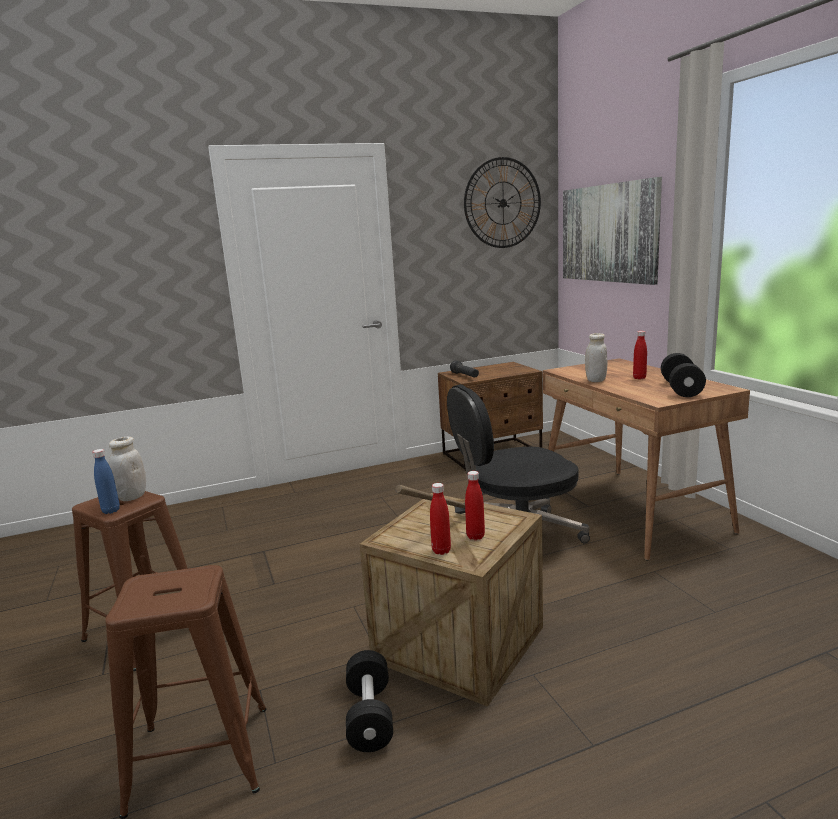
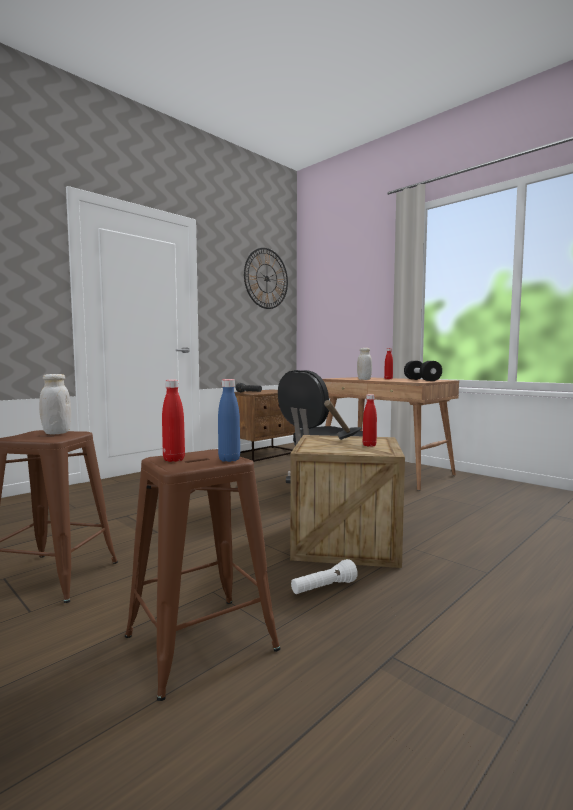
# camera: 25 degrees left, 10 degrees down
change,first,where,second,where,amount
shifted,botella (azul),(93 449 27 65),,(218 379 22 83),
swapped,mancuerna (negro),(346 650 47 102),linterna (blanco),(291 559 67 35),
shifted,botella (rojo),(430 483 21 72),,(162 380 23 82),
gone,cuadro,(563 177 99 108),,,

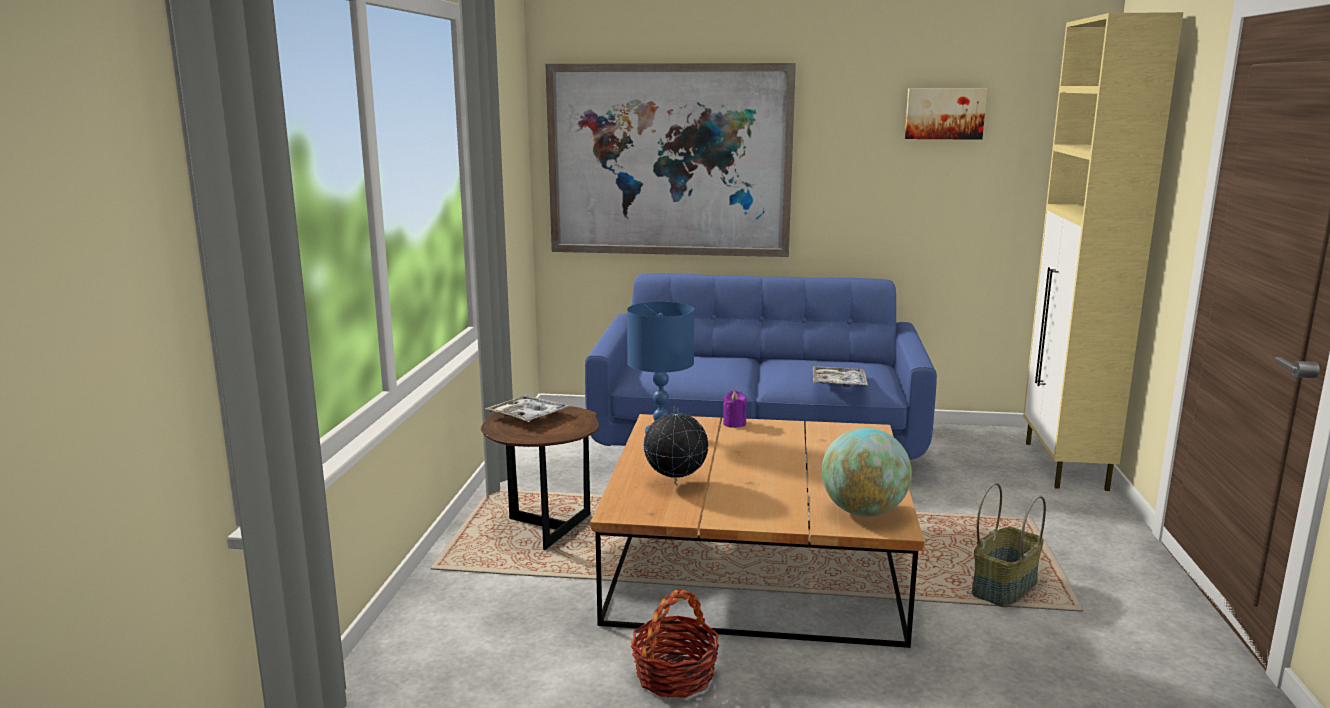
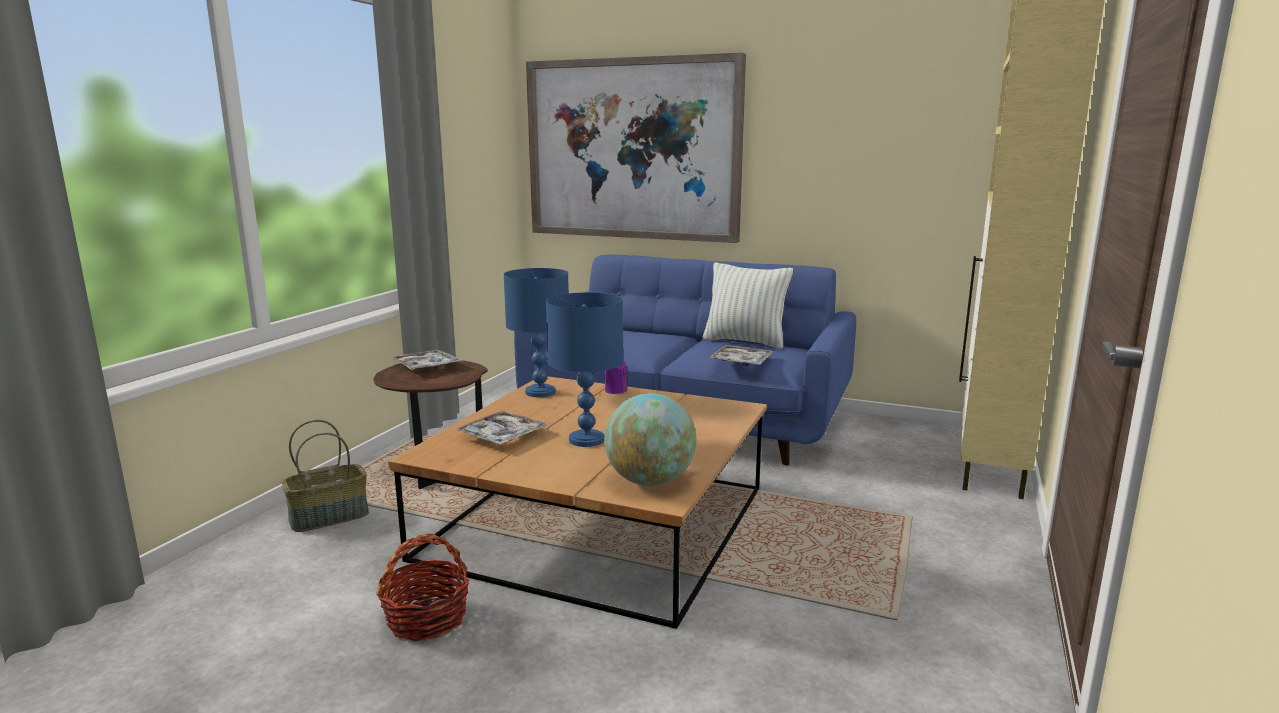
# camera: 15 degrees right, 0 degrees up
change,first,where,second,where,amount
swapped,globo terráqueo,(644 406 64 79),bandeja,(455 411 92 34),
gone,cuadro,(905 88 82 52),,,
shifted,cesta,(972 483 74 124),,(282 420 87 112),
new,,,lámpara de mesa (azul),(546 293 77 154),
new,,,cojín,(703 263 90 86),

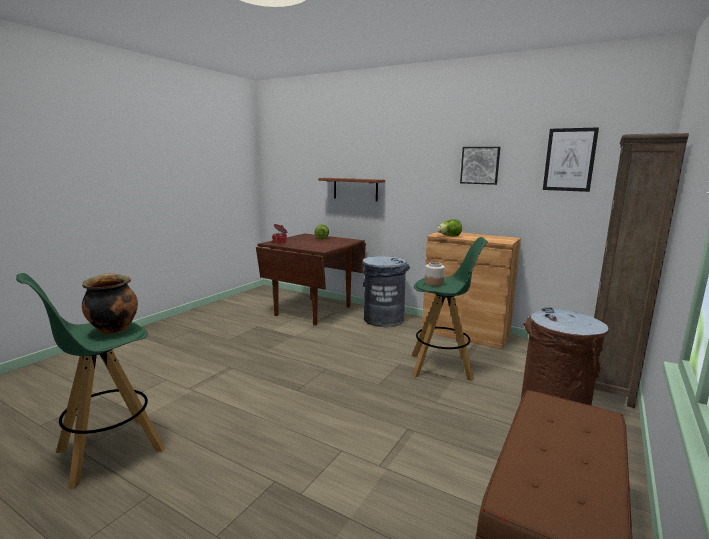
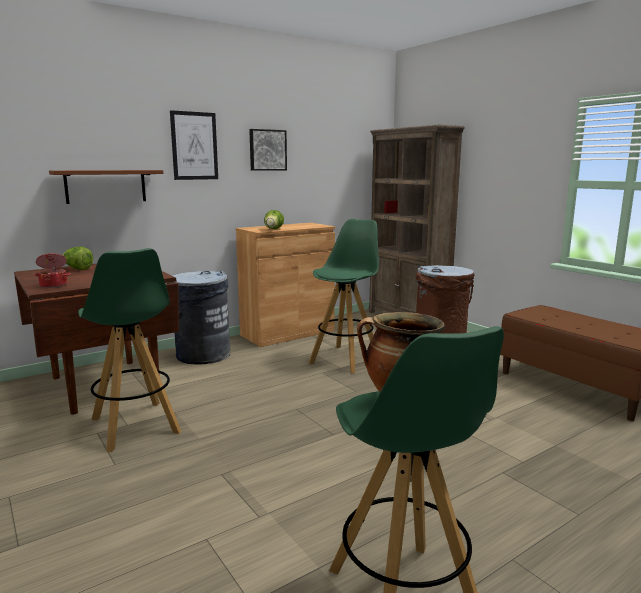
# camera: 65 degrees left, 0 degrees up
change,first,where,second,where,amount
gone,tarro,(424 262 21 24),,,
shifted,cuadro,(543 128 56 64),,(170 110 48 70),
new,,,taburete (verde),(78 248 103 204),

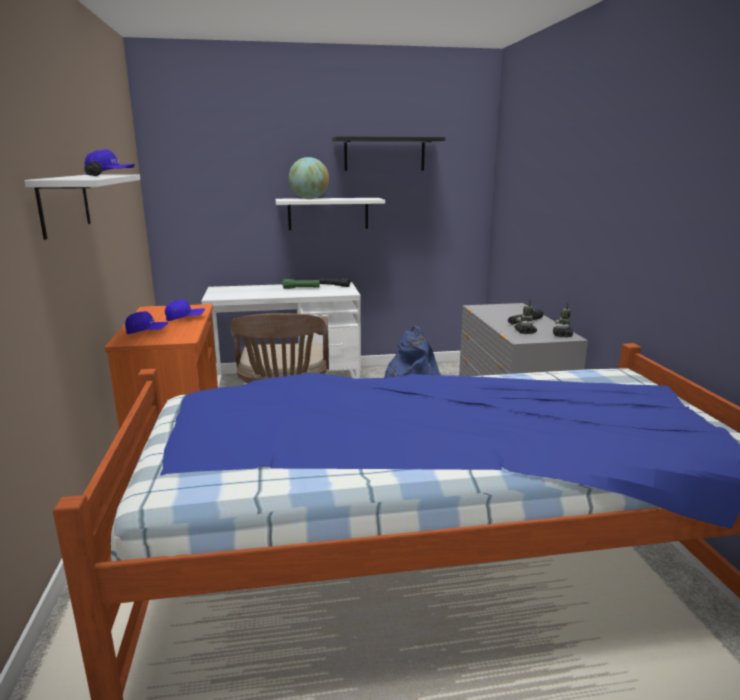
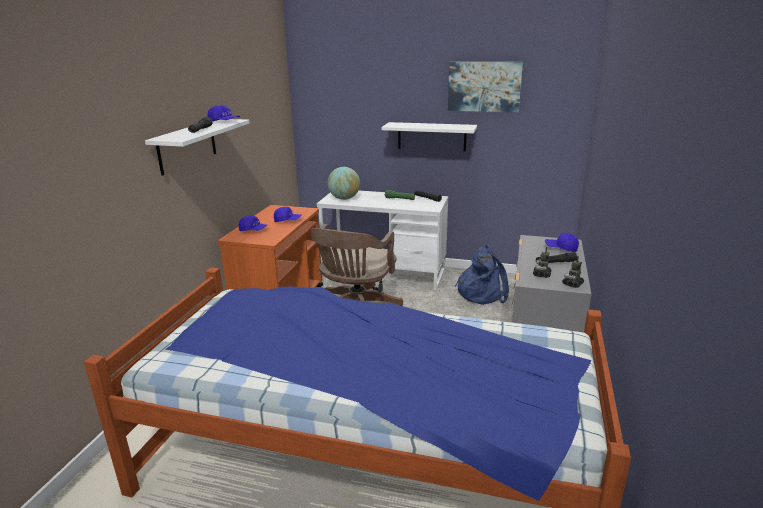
# camera: 25 degrees right, 5 degrees up
change,first,where,second,where,amount
shifted,globo terráqueo,(289 157 40 42),,(328 167 32 33),
swapped,estante (negro),(332 136 113 35),cuadro,(448 62 75 50),
new,,,gorra (azul),(545 233 34 19),

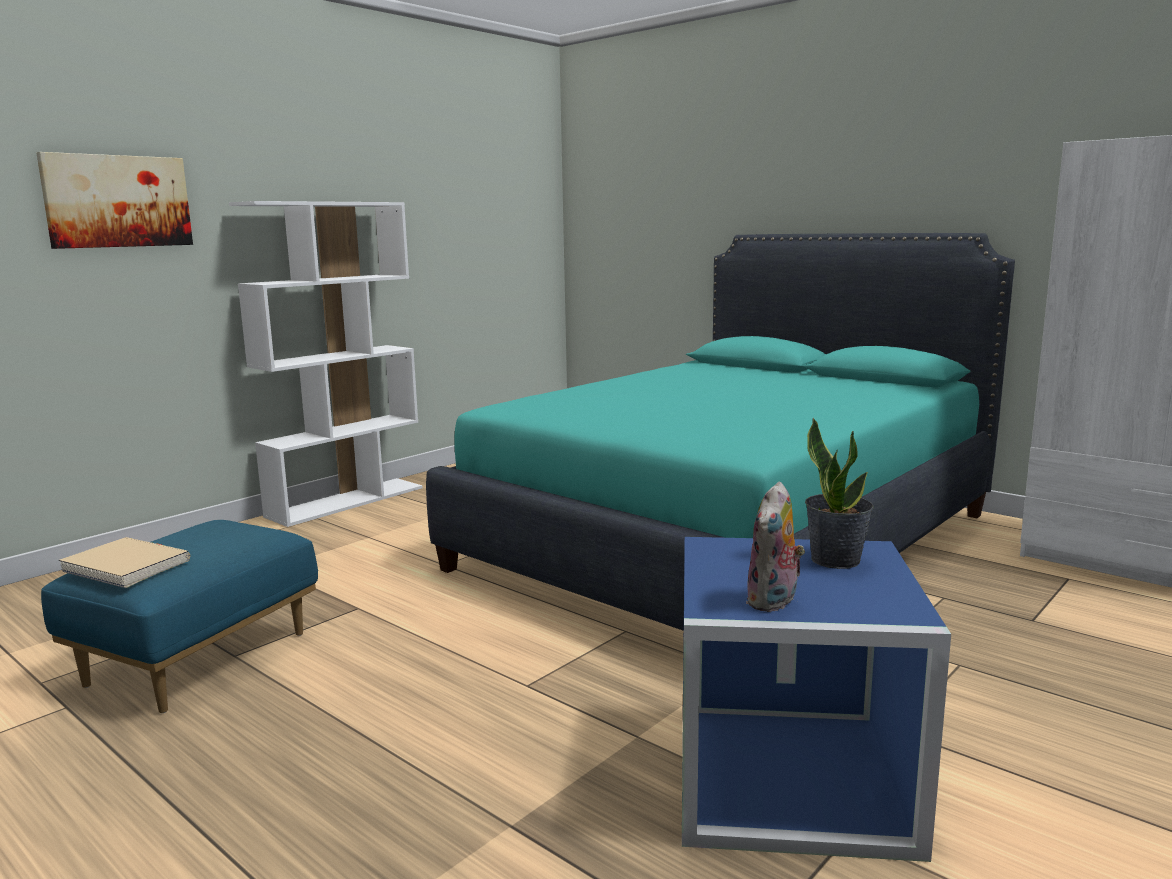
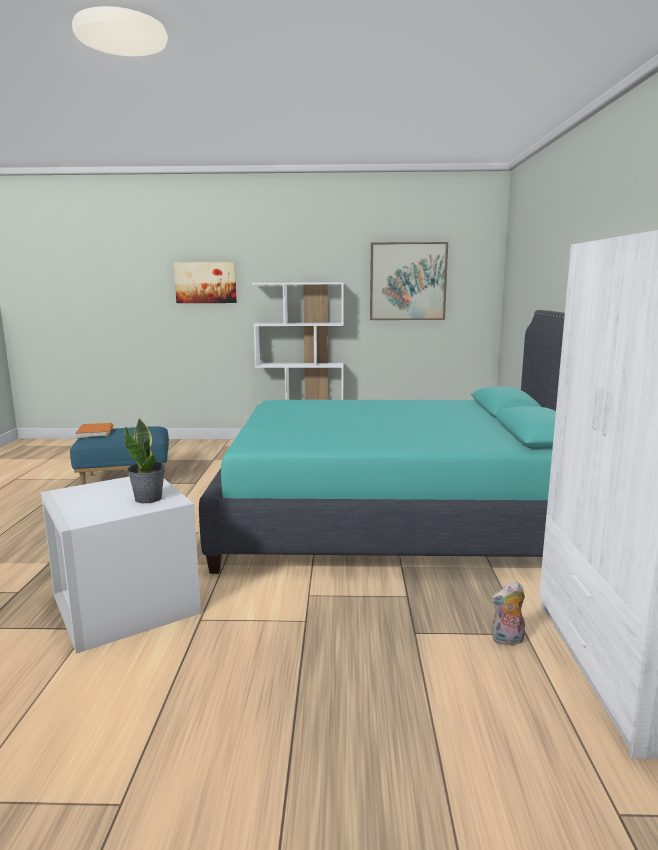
# camera: 50 degrees right, 0 degrees up
change,first,where,second,where,amount
repainted,libro (beis),(59 537 131 51),libro (naranja),(76 423 37 15),
repainted,caja de almacenaje (azul),(682 537 269 325),caja de almacenaje (blanco),(41 476 160 178),
shifted,peluche,(746 481 59 131),,(491 582 34 63),
new,,,cuadro,(370 242 78 78),

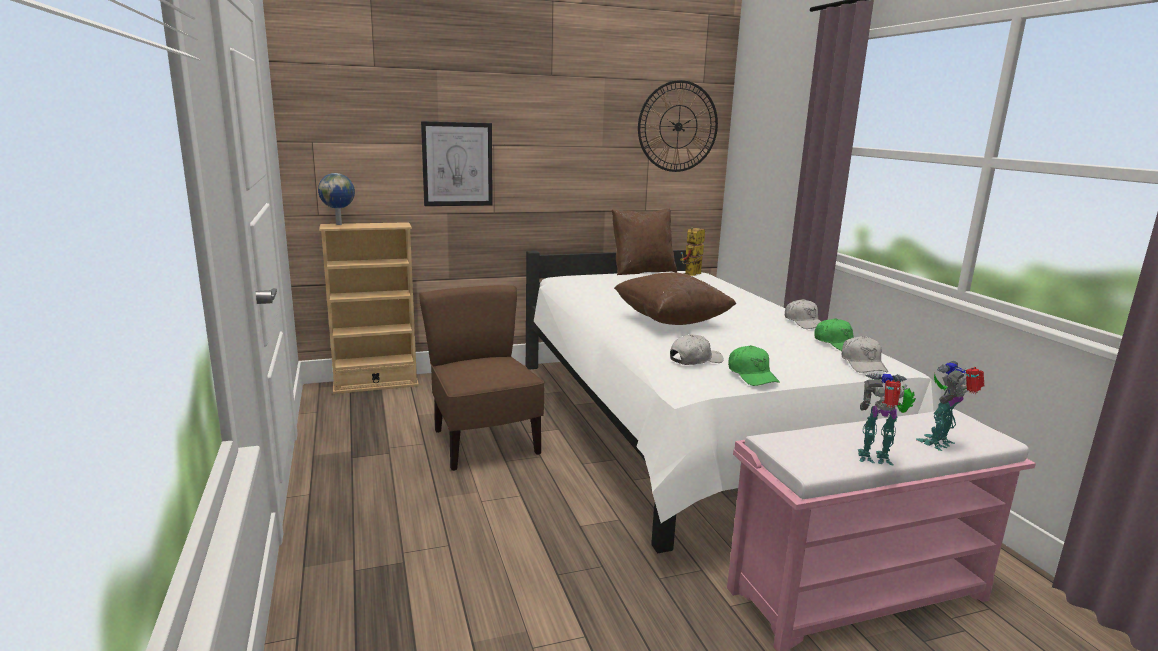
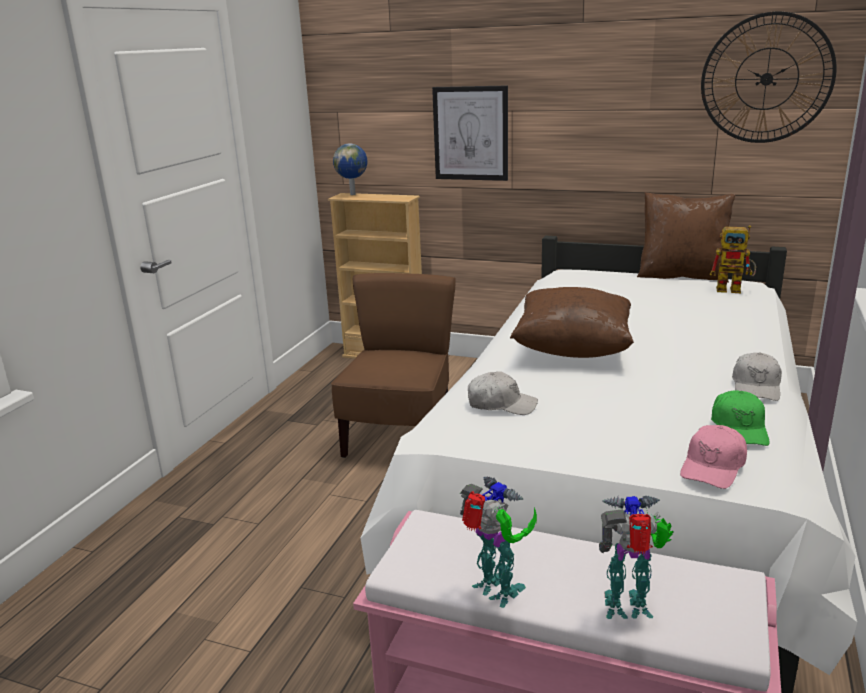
# camera: 40 degrees right, 5 degrees up
change,first,where,second,where,amount
rotated,robot de juguete,(680 227 25 49),,(710 225 46 68),150 degrees counterclockwise
gone,gorra (verde),(728 345 52 41),,,
repainted,gorra (blanco),(842 336 46 36),gorra (rosa),(680 425 67 64),

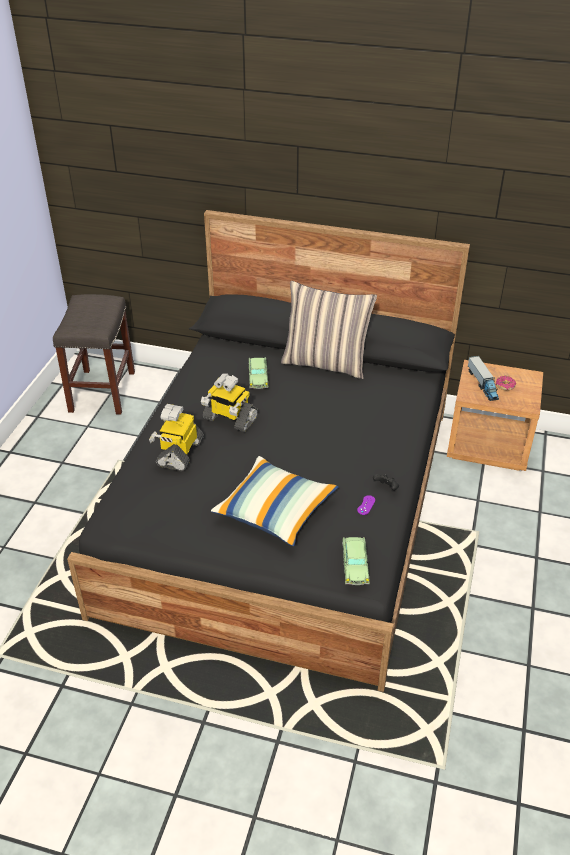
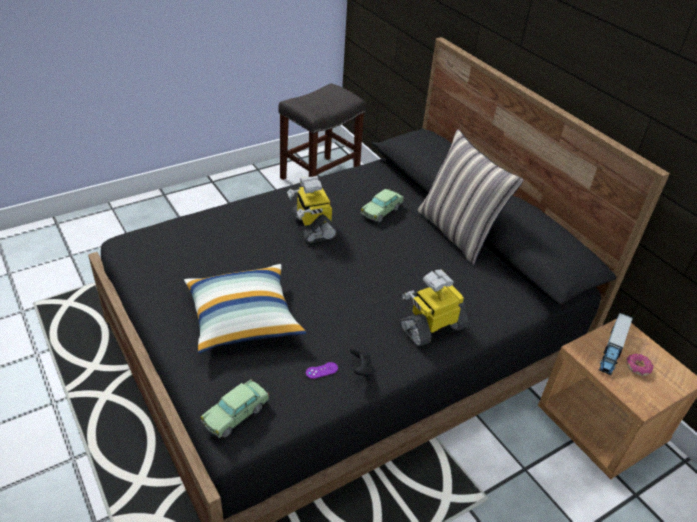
# camera: 40 degrees right, 0 degrees up
change,first,where,second,where,amount
shifted,robot de juguete,(149 404 55 67),,(400 269 68 78),

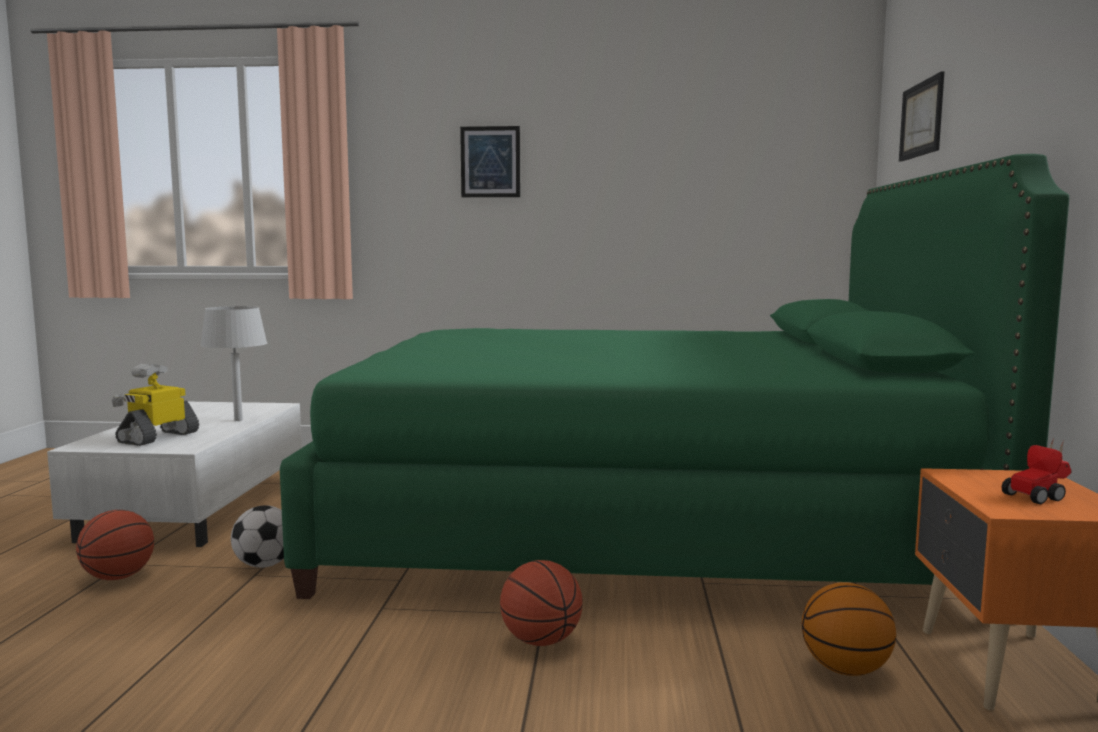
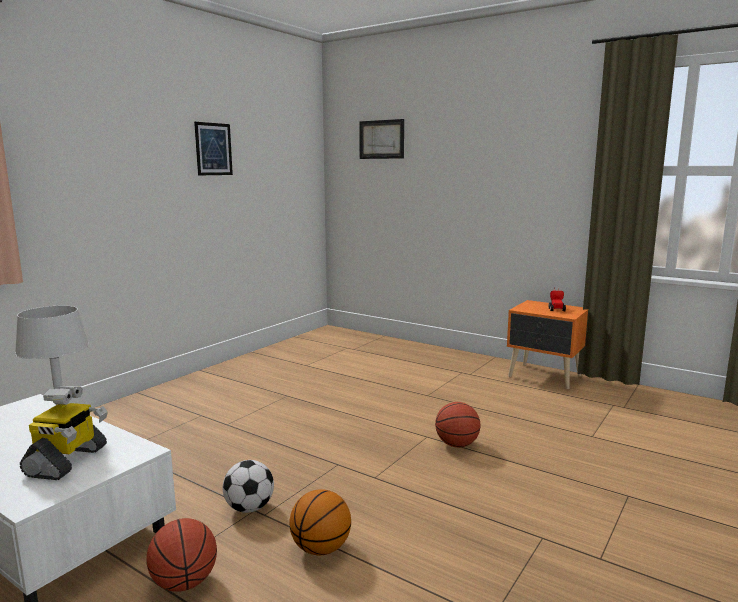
# camera: 60 degrees left, 5 degrees up
change,first,where,second,where,amount
rotated,robot de juguete,(112 363 87 83),,(20 386 88 94),135 degrees counterclockwise
gone,cama (verde),(280 154 789 445),,,
shifted,cuadro,(460 126 60 71),,(194 122 39 53),
shifted,balón de baloncesto,(802 582 94 94),,(289 489 62 66),

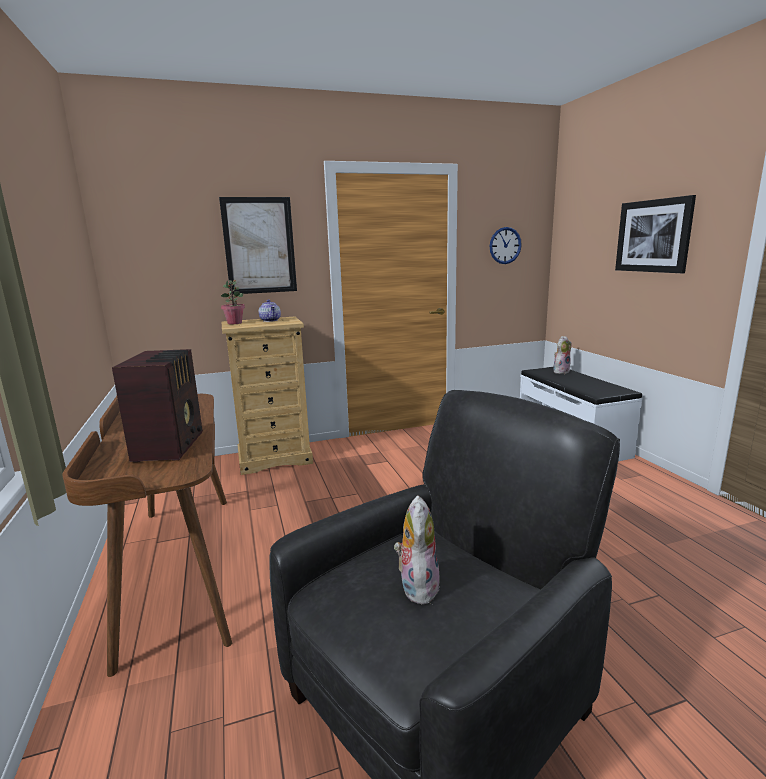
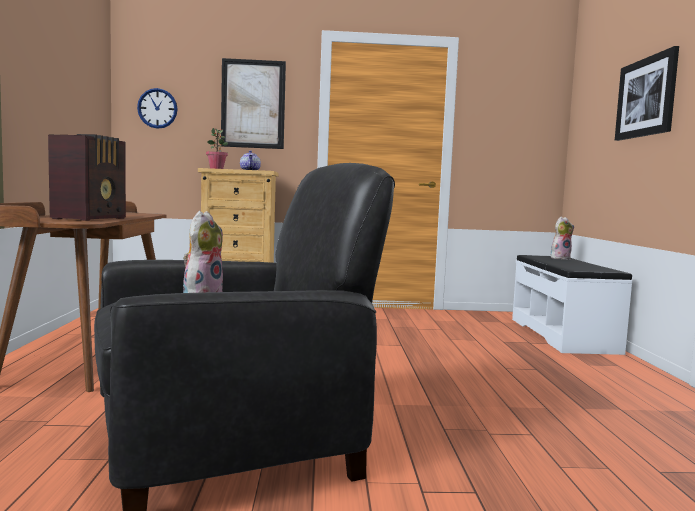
# camera: 15 degrees right, 10 degrees down
change,first,where,second,where,amount
shifted,reloj de pared,(490 227 32 37),,(137 88 41 41),

